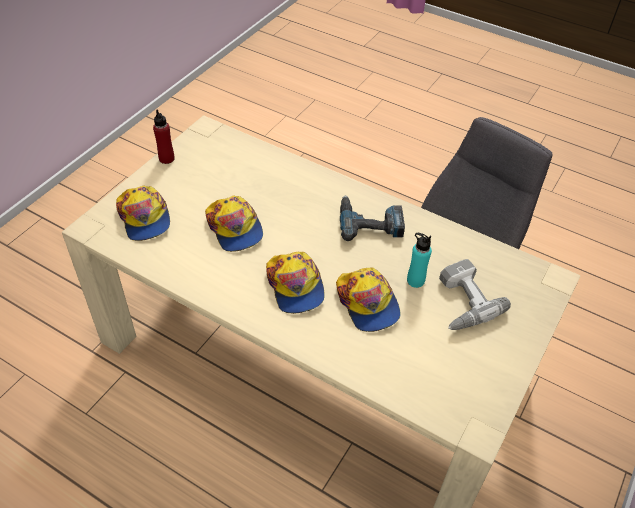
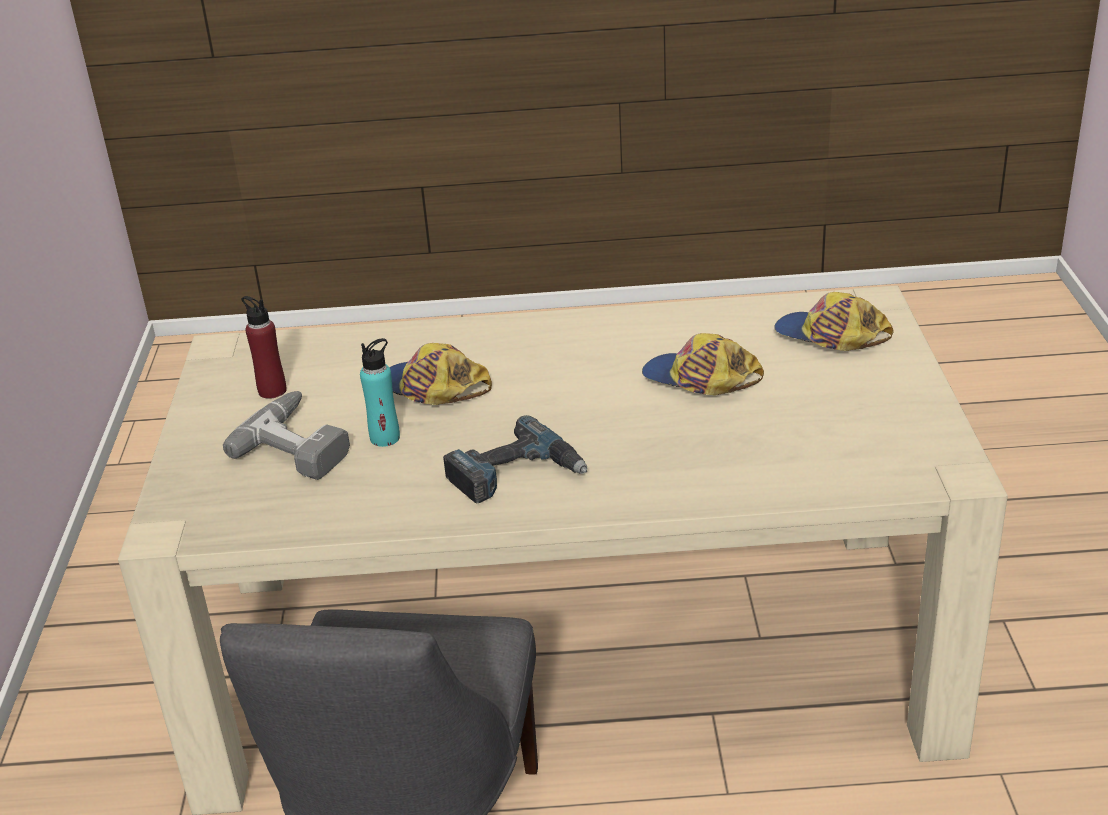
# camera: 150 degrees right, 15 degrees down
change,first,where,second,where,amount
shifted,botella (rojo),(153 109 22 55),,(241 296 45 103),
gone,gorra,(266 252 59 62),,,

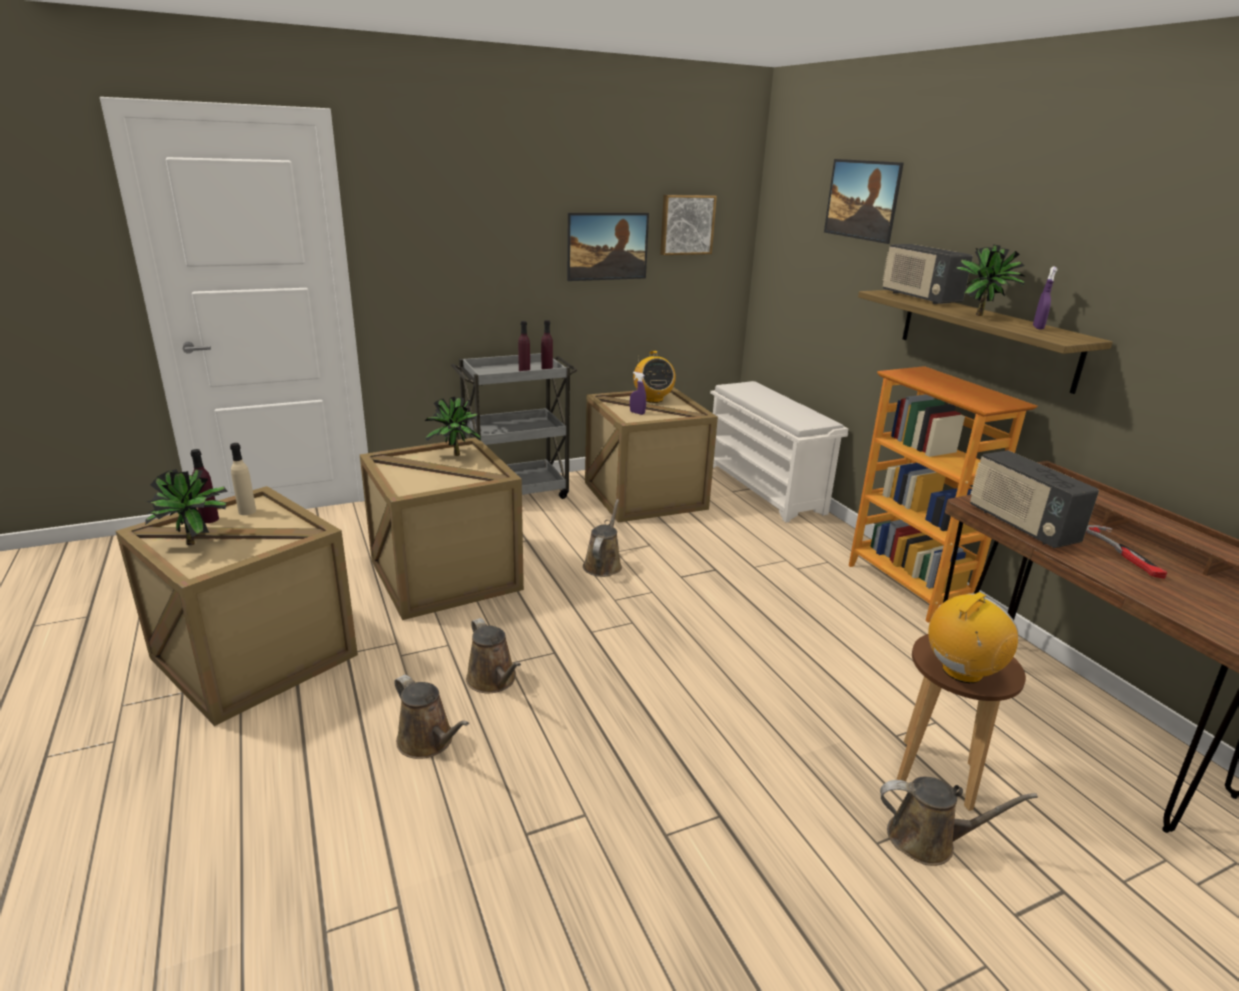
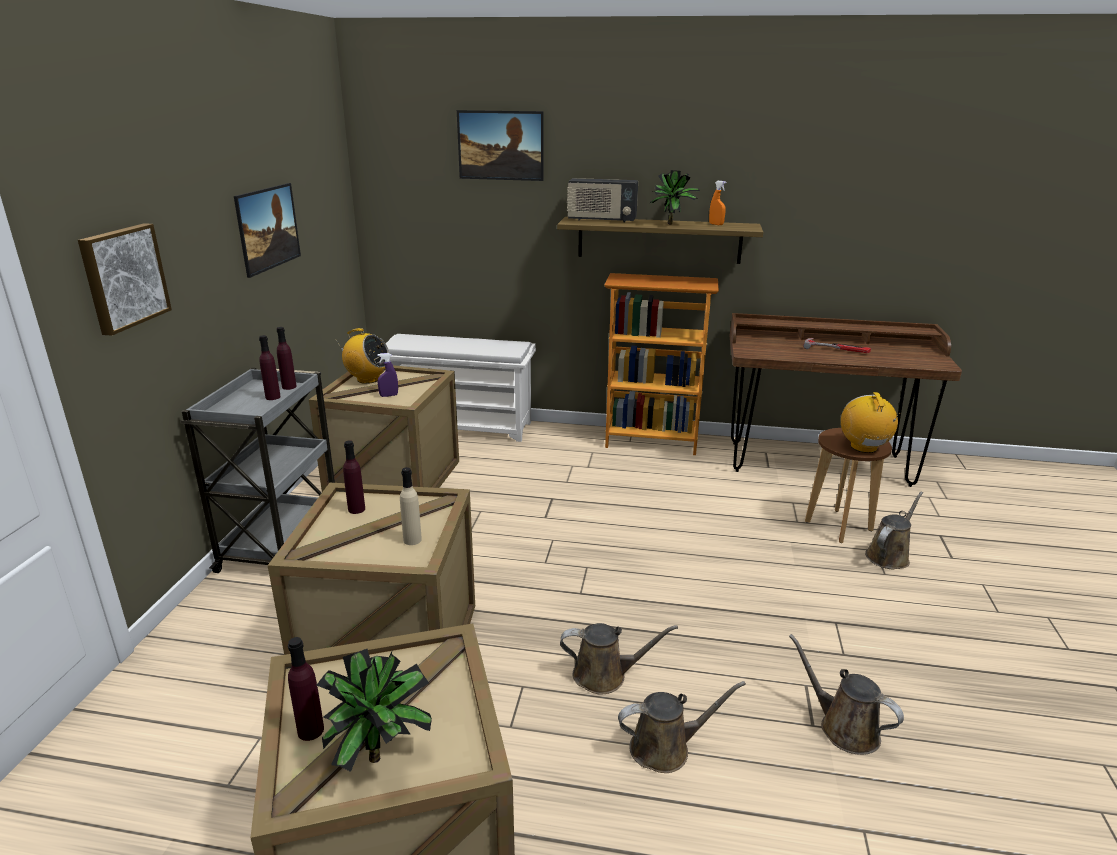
# camera: 55 degrees left, 0 degrees up
change,first,where,second,where,amount
shifted,botella (beis),(230 443 26 72),,(400 467 22 78),
swapped,planta en maceta,(425 397 56 59),botella (morado),(343 440 22 74),
shifted,regadera (marrón),(583 499 39 78),,(789 634 115 121),
shifted,cuadro,(660 195 57 60),,(78 223 94 113),
gone,radio,(970 450 129 98),,,
repainted,pulverizador (morado),(1033 266 25 64),pulverizador (naranja),(709 181 17 44),

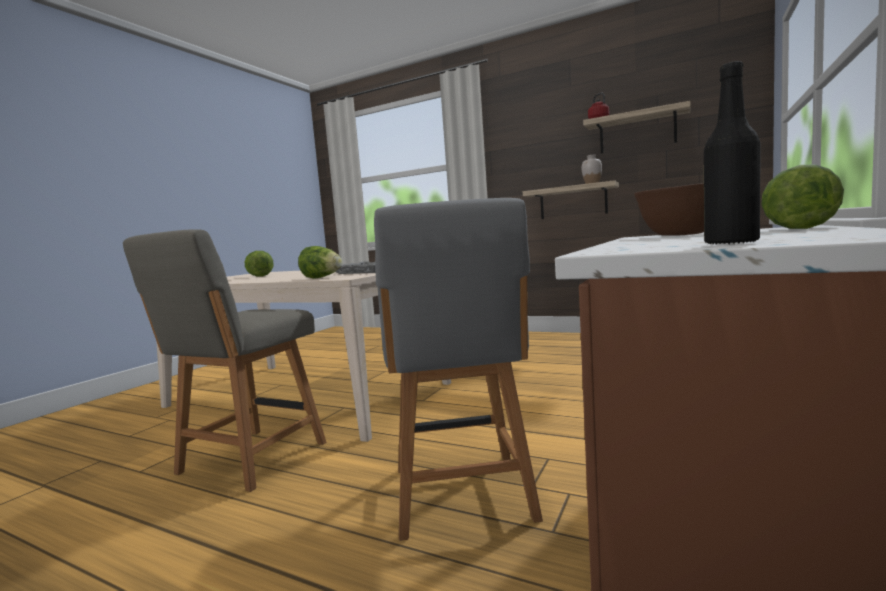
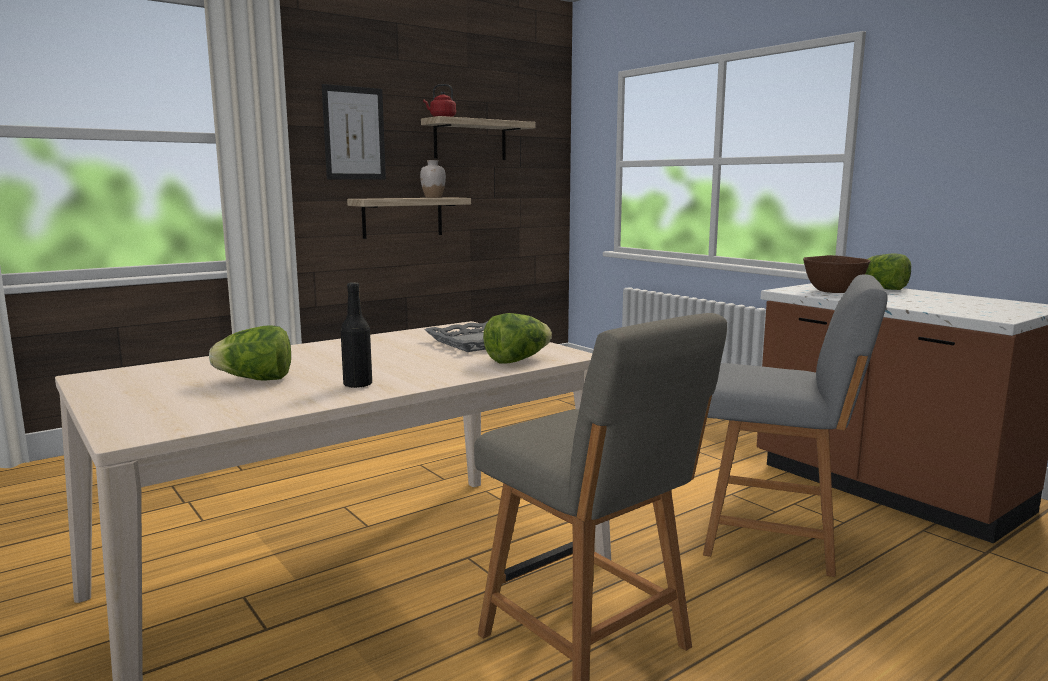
# camera: 65 degrees left, 5 degrees up
change,first,where,second,where,amount
shifted,botella (negro),(704 61 57 184),,(341 282 31 106),
new,,,cuadro,(322 84 64 96),

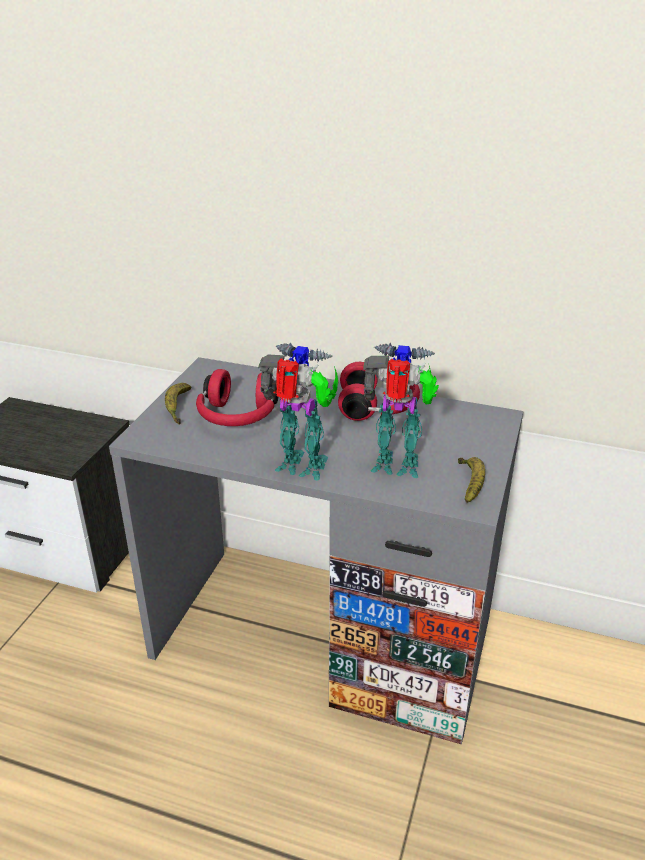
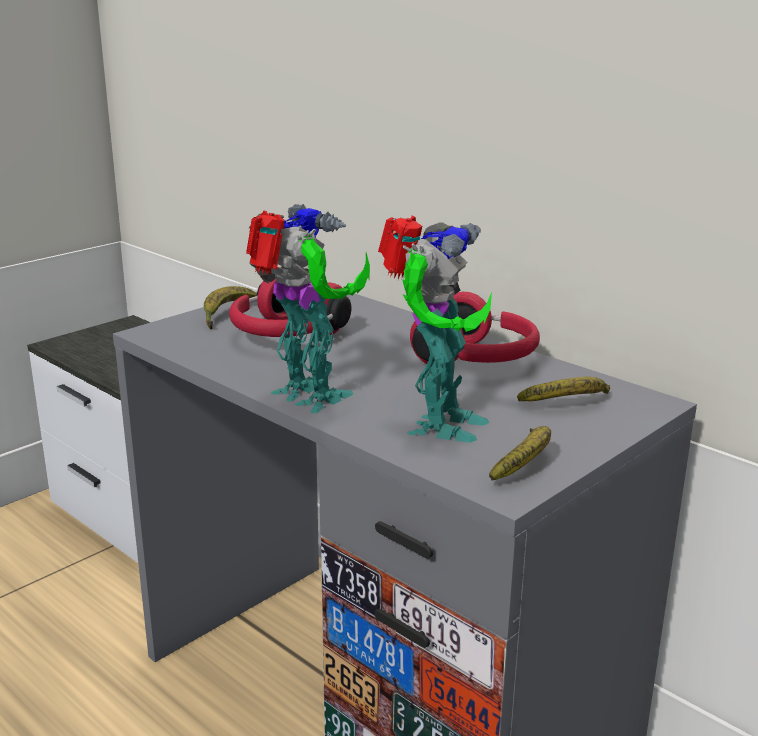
# camera: 25 degrees right, 10 degrees down
change,first,where,second,where,amount
rotated,robot de juguete,(363 343 76 135),,(378 216 114 227),75 degrees clockwise
new,,,plátano,(517 377 93 24),

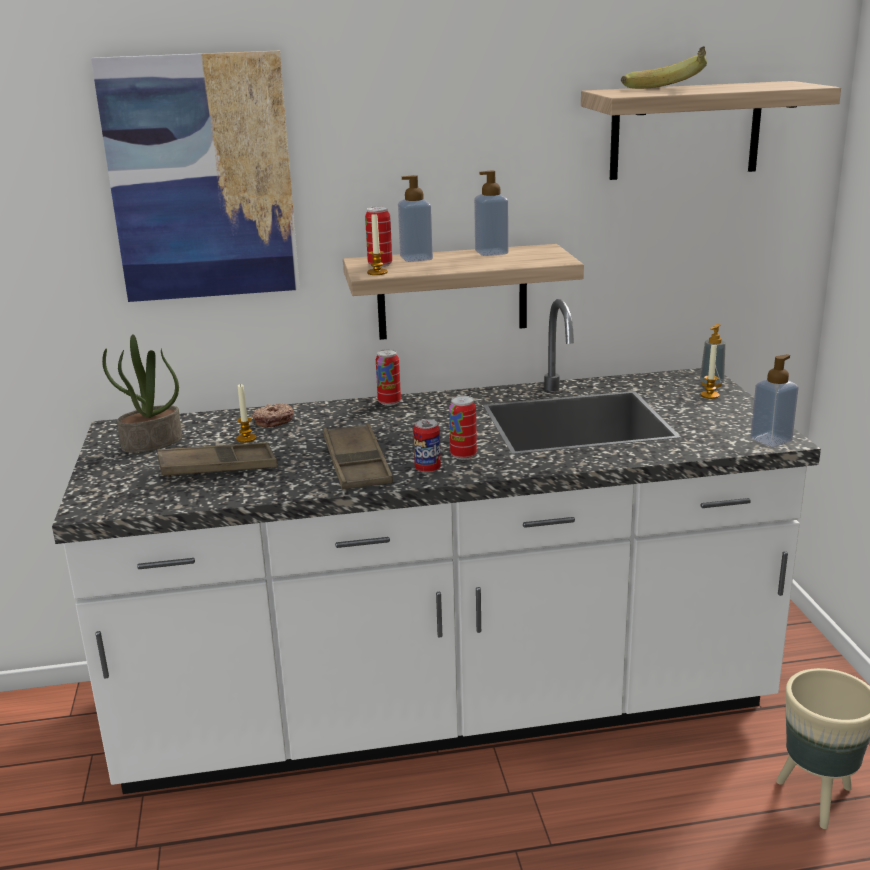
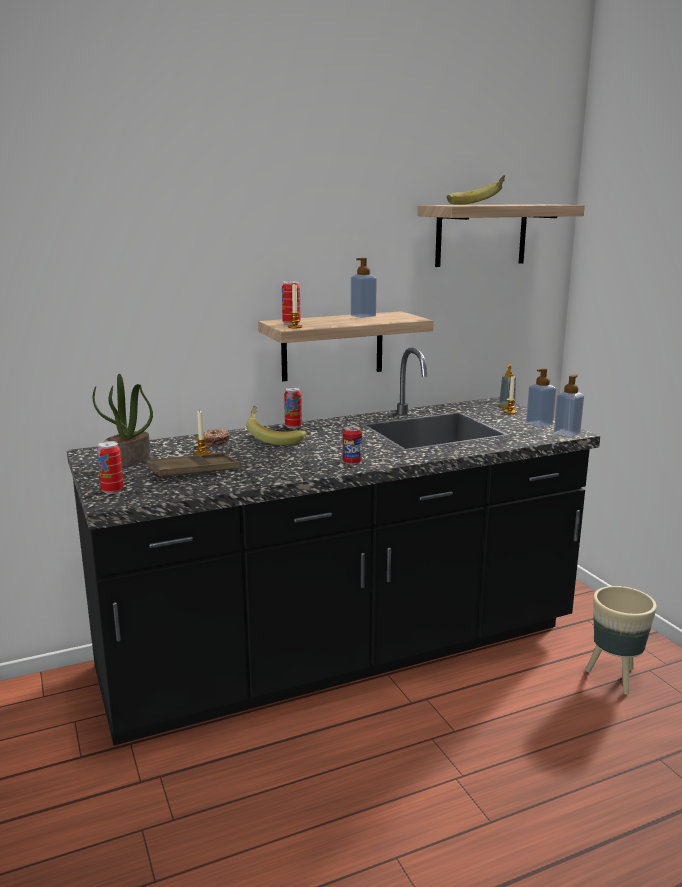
# camera: 15 degrees left, 5 degrees down
change,first,where,second,where,amount
repainted,mueble bajo de cocina (blanco),(52 299 769 495),mueble bajo de cocina (negro),(67 348 533 398),
gone,cuadro,(91 51 209 251),,,
gone,bandeja (marrón),(323 424 70 66),,,
shifted,dispensador de jabón,(398 175 35 87),,(526 368 30 59),
shifted,lata,(449 396 28 64),,(97 441 26 53),
new,,,plátano,(246 406 61 39),

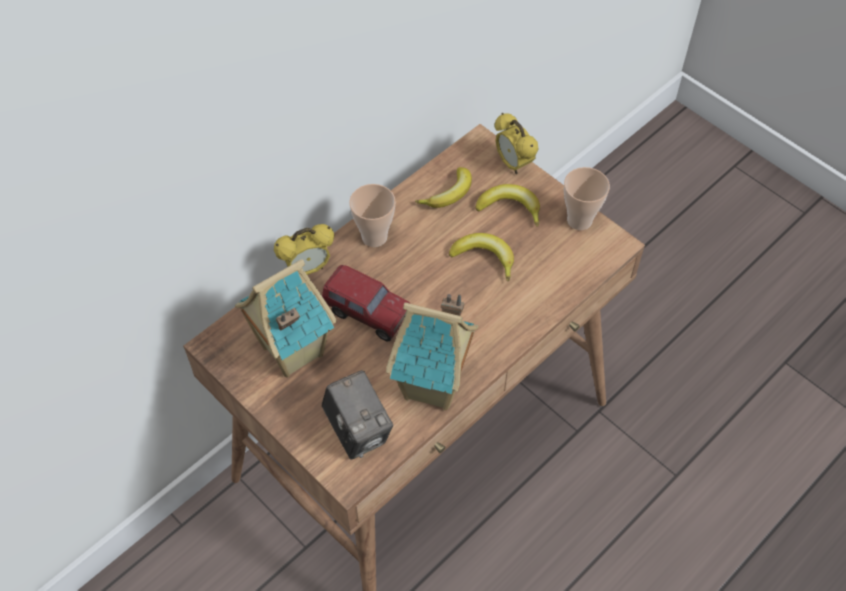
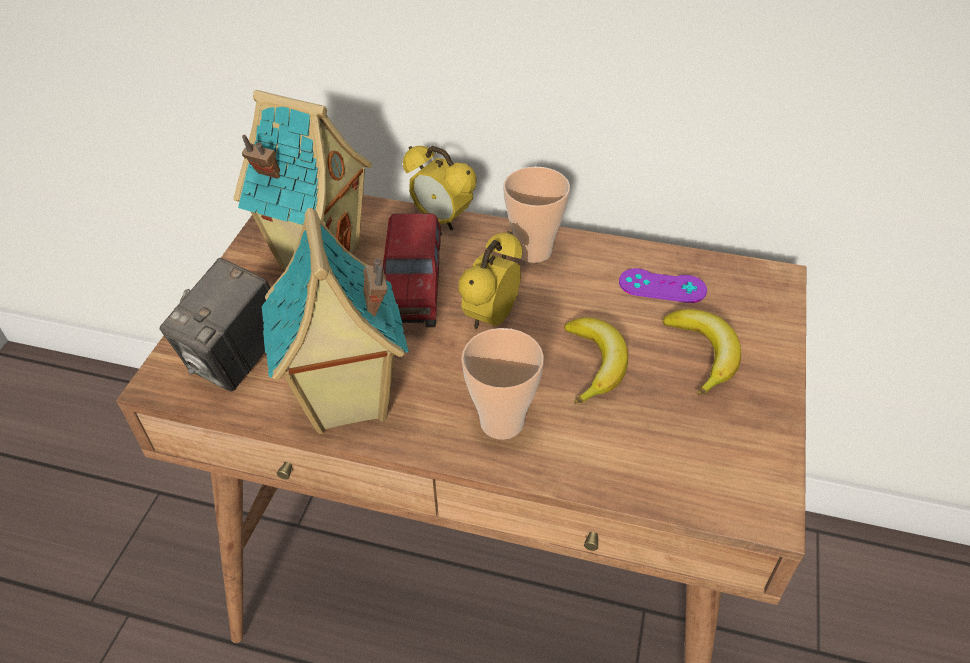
# camera: 60 degrees right, 10 degrees down
change,first,where,second,where,amount
swapped,plátano,(415 167 57 41),mando de consola (morado),(619 268 88 35),
shifted,despertador,(495 113 43 61),,(458 231 64 98),
shifted,taza,(564 167 46 63),,(461 328 83 112),

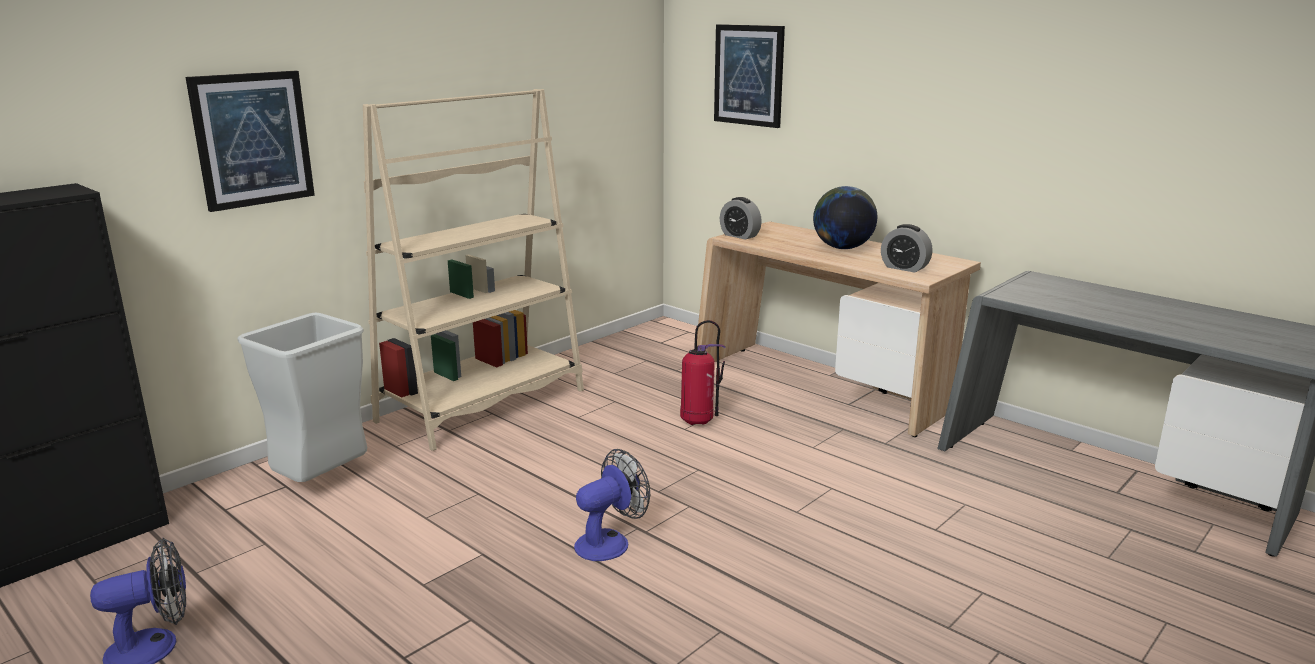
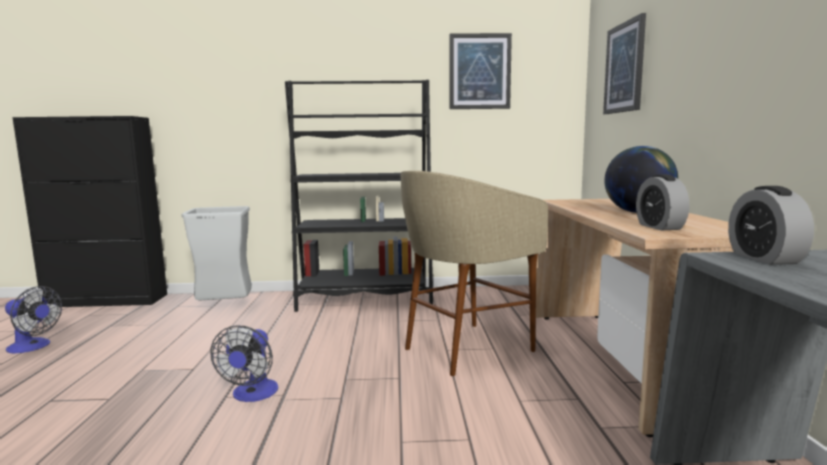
# camera: 45 degrees right, 10 degrees down
change,first,where,second,where,amount
shifted,cuadro,(186 71 129 141),,(449 33 63 76),
repainted,estantería (beis),(363 89 221 362),estantería (negro),(285 80 148 232),
rotated,ventilador,(574 449 76 112),,(210 326 68 76),90 degrees clockwise
swapped,extintor,(680 320 46 105),taburete (beis),(401 171 147 205),
shifted,despertador,(720 197 42 43),,(728 186 86 79),

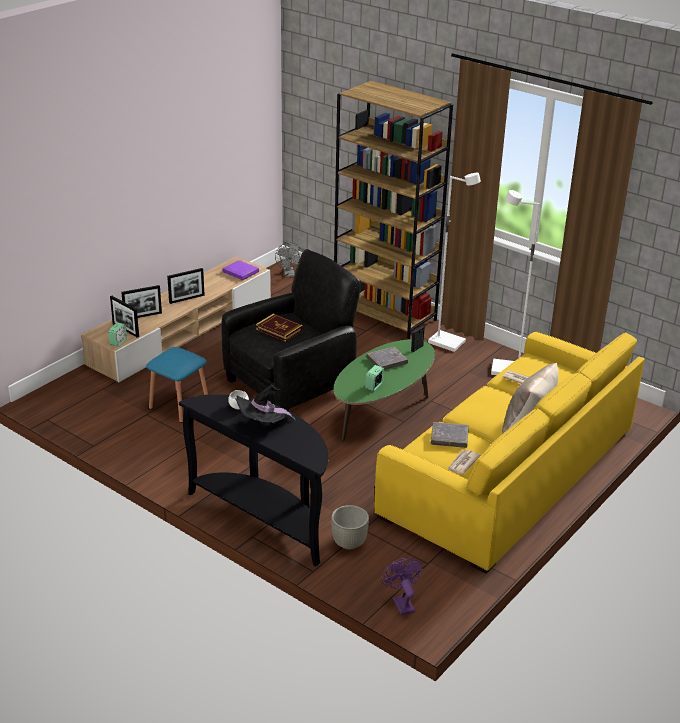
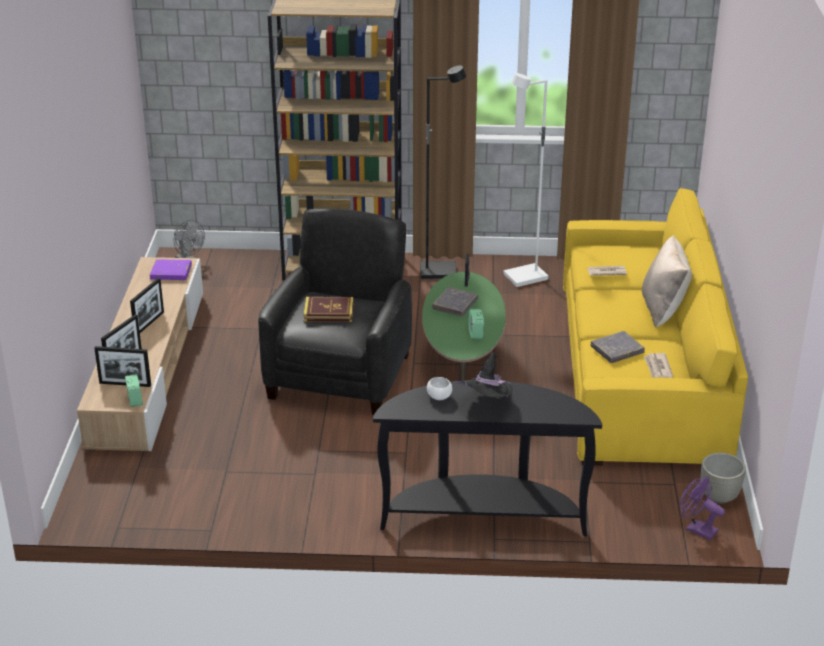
# camera: 35 degrees left, 0 degrees up
change,first,where,second,where,amount
gone,taburete (azul),(146 347 62 76),,,
shifted,maceta (gris),(331 505 38 45),,(701 453 45 51),
repainted,lámpara de pie (blanco),(428 173 53 179),lámpara de pie (negro),(420 65 46 214),

